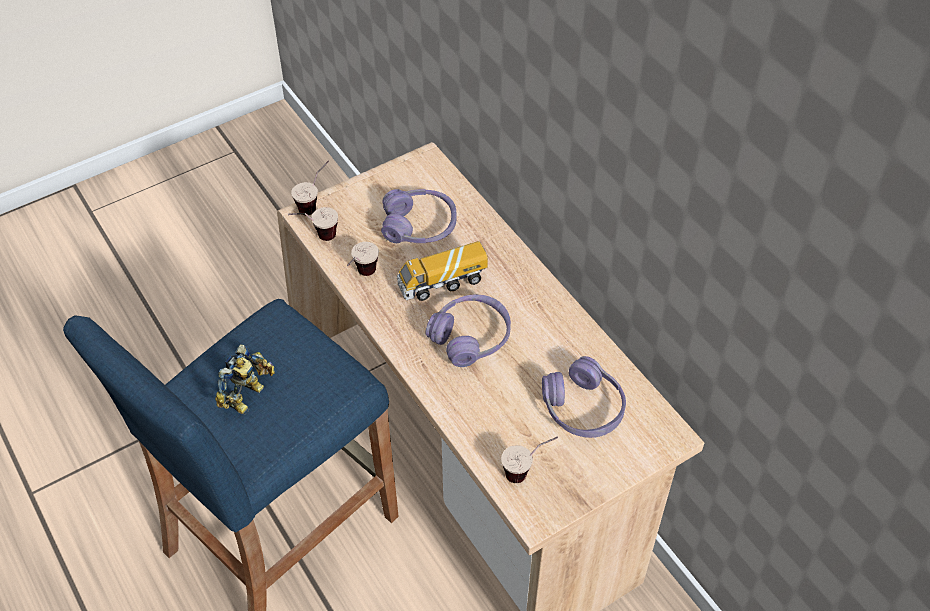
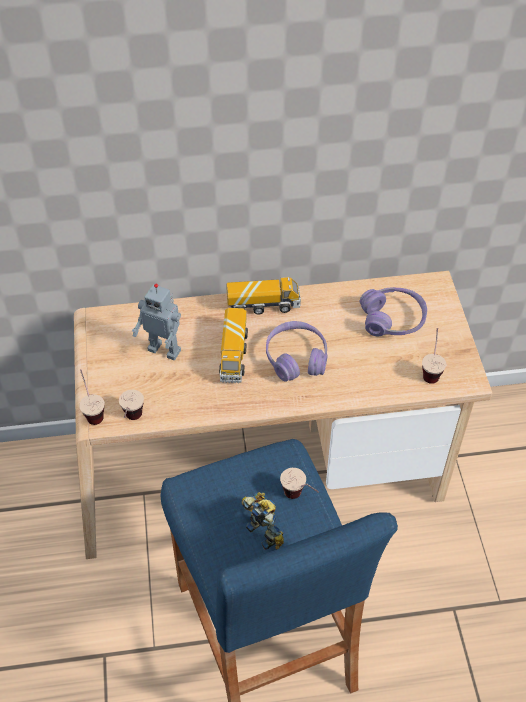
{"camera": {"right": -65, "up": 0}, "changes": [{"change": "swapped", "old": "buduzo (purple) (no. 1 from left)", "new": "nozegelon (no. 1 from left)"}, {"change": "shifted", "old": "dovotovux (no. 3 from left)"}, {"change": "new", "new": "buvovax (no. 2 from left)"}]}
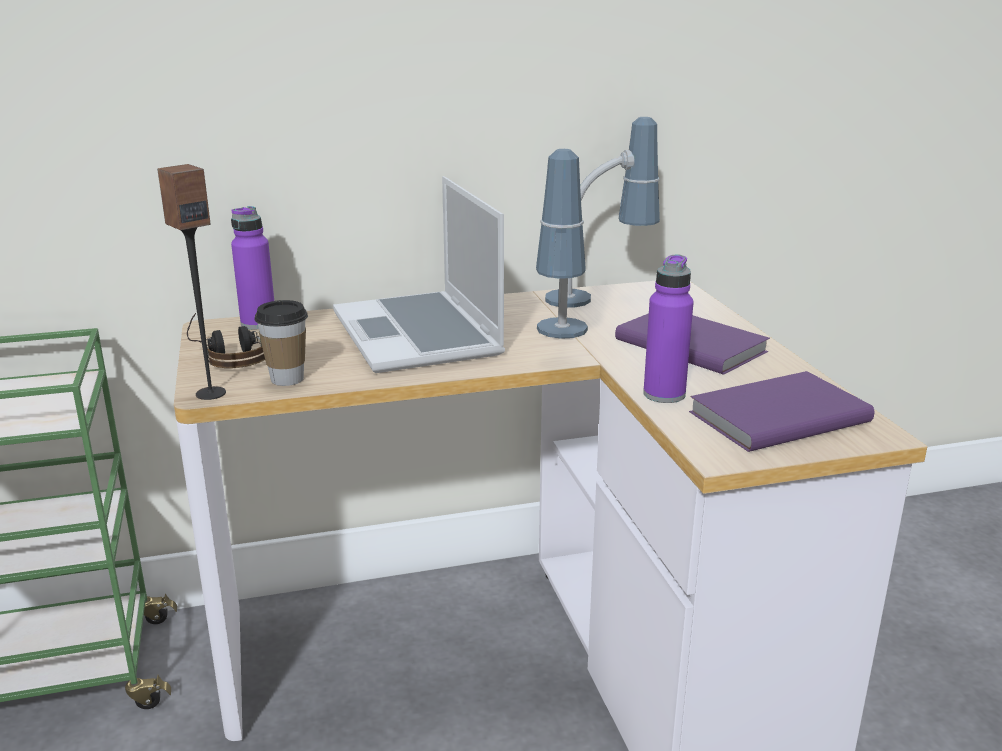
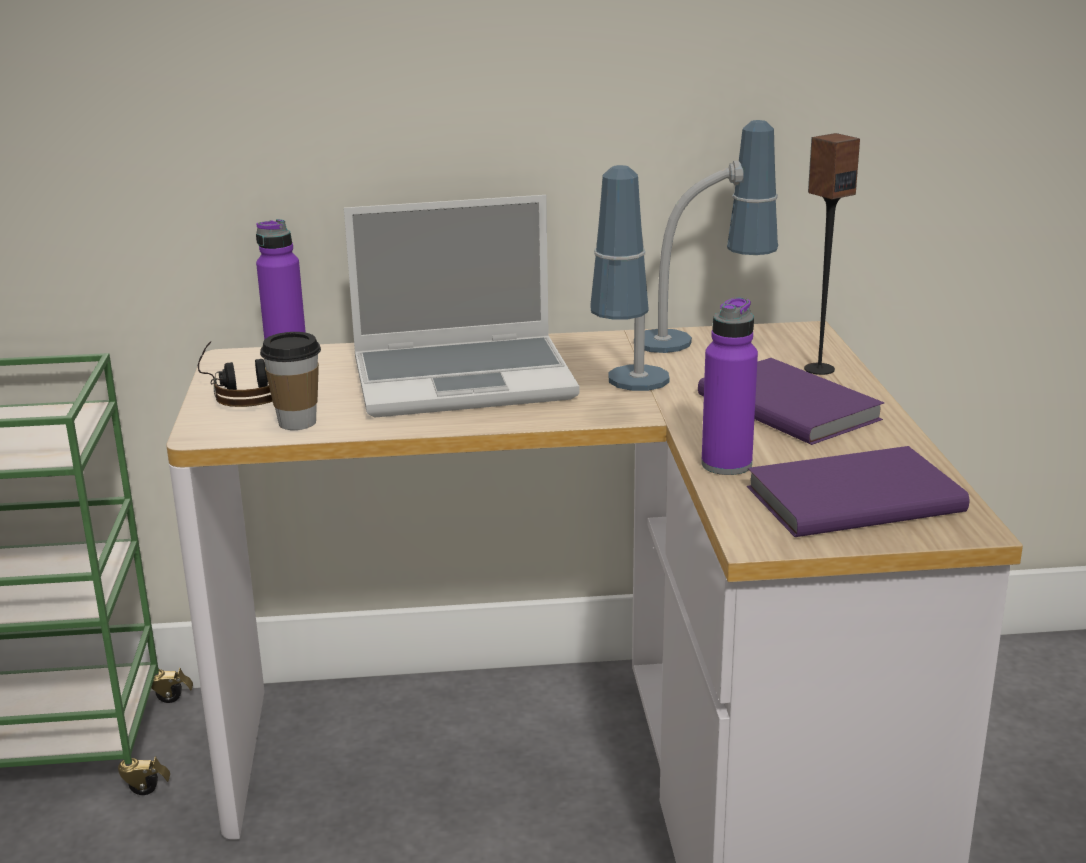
{"camera": {"right": 10, "up": 0}, "changes": [{"change": "shifted", "old": "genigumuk"}, {"change": "rotated", "old": "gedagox", "degrees": -90}]}
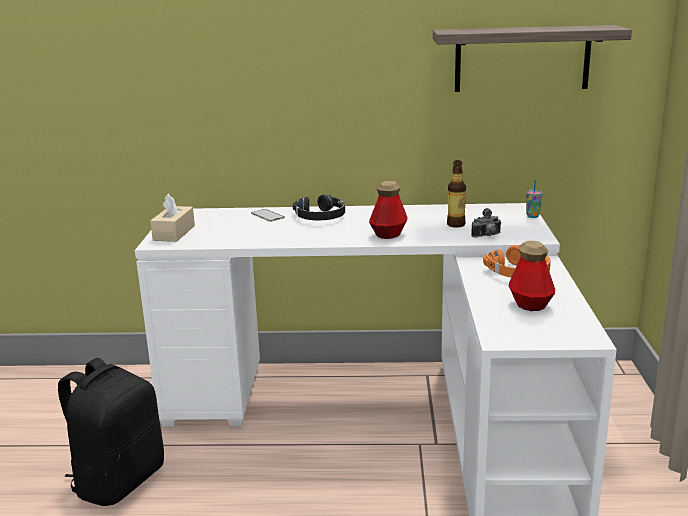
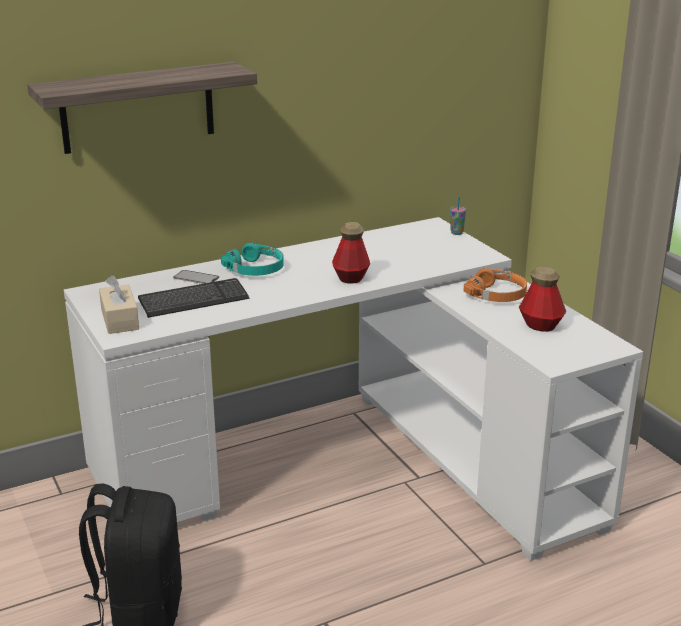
{"camera": {"right": -30, "up": 5}, "changes": [{"change": "shifted", "old": "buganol"}, {"change": "gone", "old": "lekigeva (no. 2 from left)"}, {"change": "repainted", "old": "buduzo (black)", "new": "buduzo (turquoise)"}, {"change": "gone", "old": "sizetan"}, {"change": "new", "new": "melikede"}]}
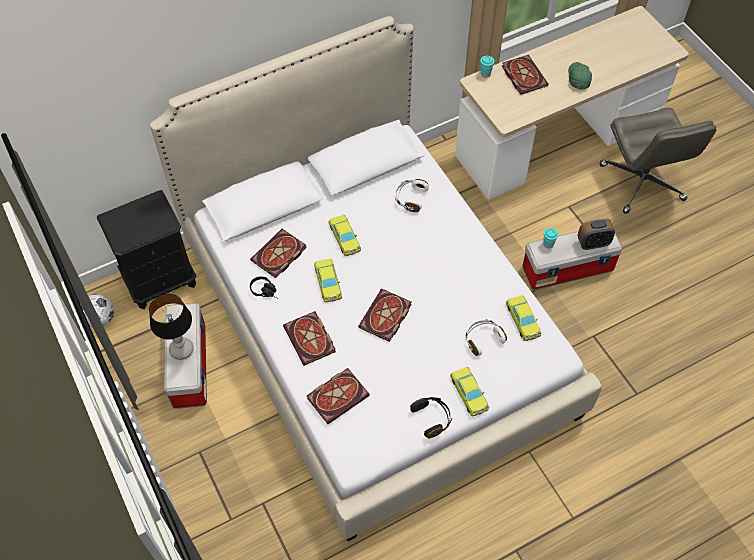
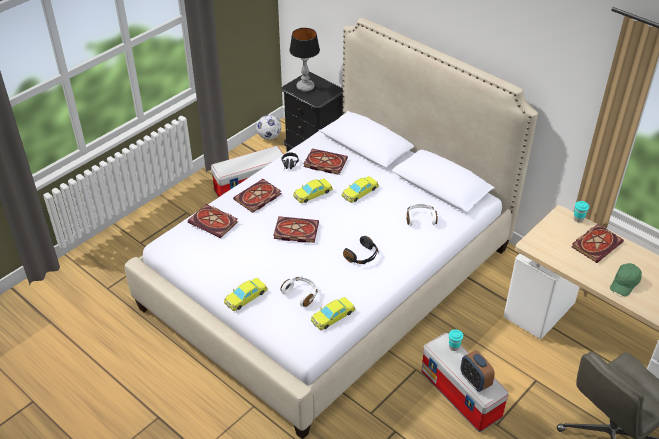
{"camera": {"right": 70, "up": -15}, "changes": [{"change": "rotated", "old": "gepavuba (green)", "degrees": 150}, {"change": "shifted", "old": "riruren"}, {"change": "shifted", "old": "buduzo (black) (no. 2 from left)"}]}
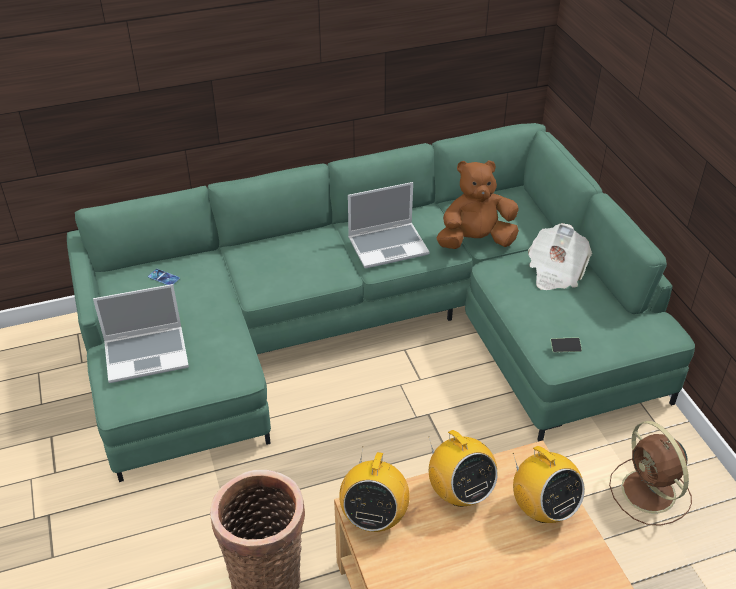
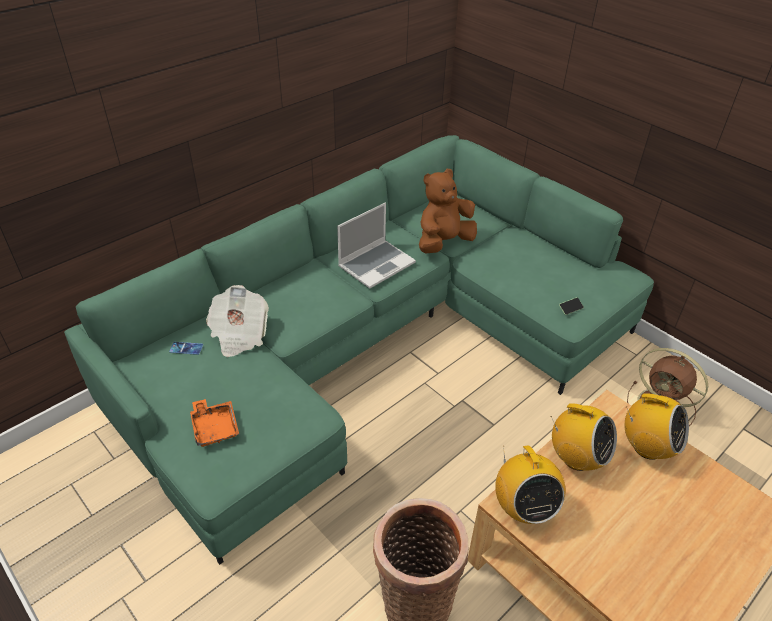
{"camera": {"right": -25, "up": 0}, "changes": [{"change": "shifted", "old": "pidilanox"}, {"change": "swapped", "old": "gedagox (no. 1 from left)", "new": "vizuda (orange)"}]}
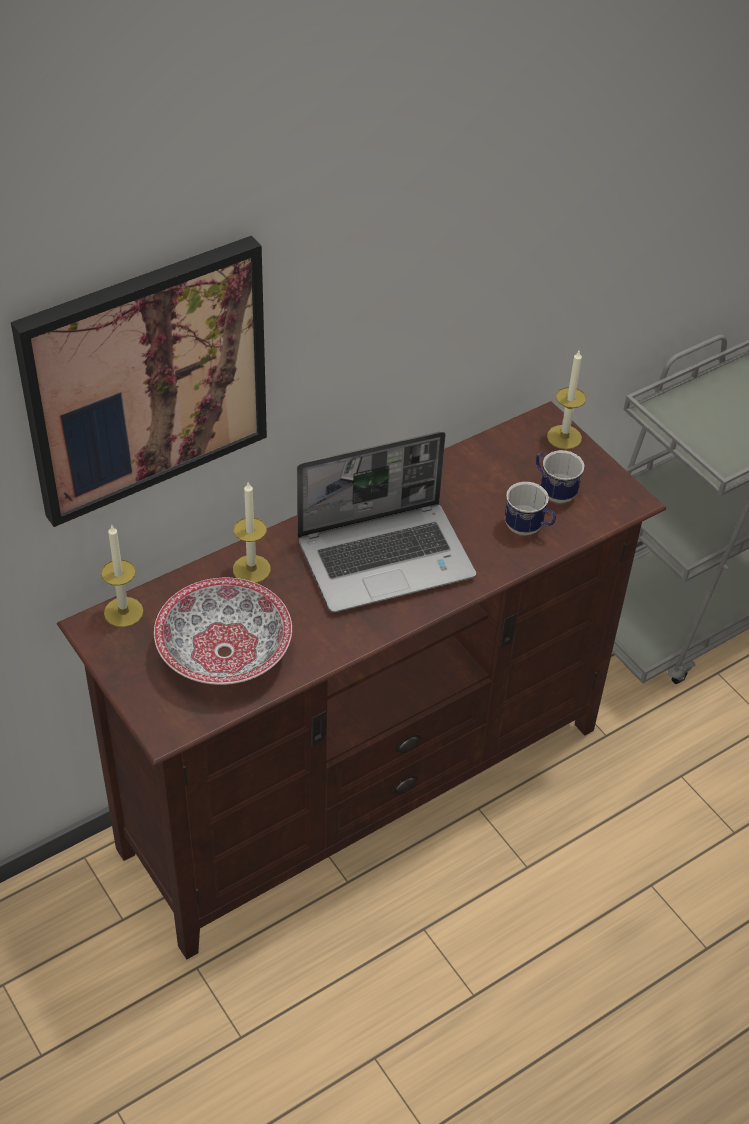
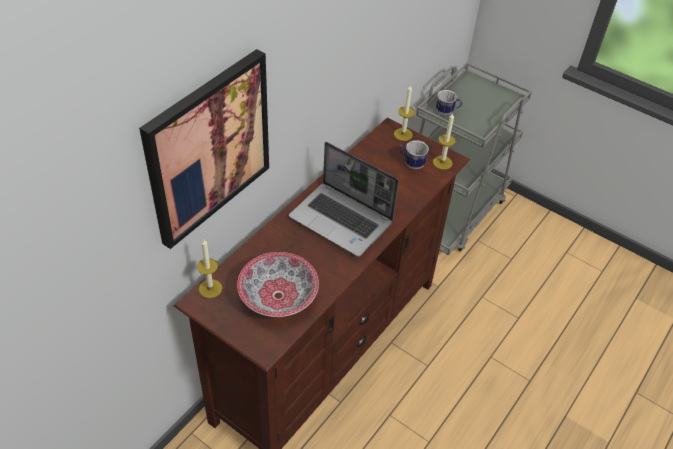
{"camera": {"right": -20, "up": 0}, "changes": [{"change": "rotated", "old": "gedagox", "degrees": 75}, {"change": "shifted", "old": "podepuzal (no. 2 from left in the first image)", "new": "podepuzal (no. 3 from left)"}, {"change": "shifted", "old": "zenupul (no. 1 from left in the first image)", "new": "zenupul (no. 2 from left)"}]}
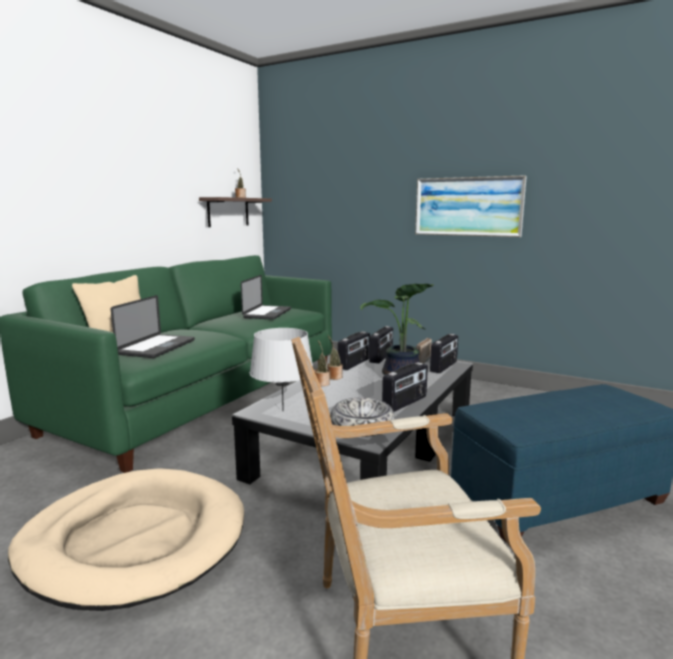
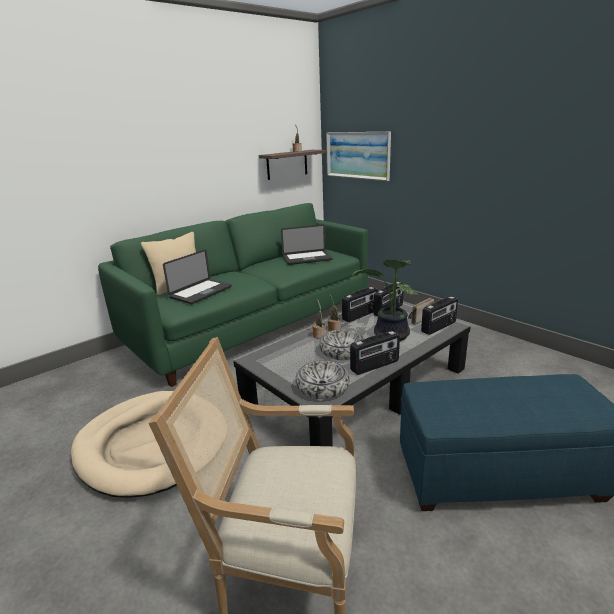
{"camera": {"right": 20, "up": 10}, "changes": [{"change": "shifted", "old": "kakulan"}, {"change": "rotated", "old": "gedagox (no. 2 from left)", "degrees": 45}, {"change": "gone", "old": "riruren (grey)"}, {"change": "new", "new": "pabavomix (no. 2 from left)"}]}
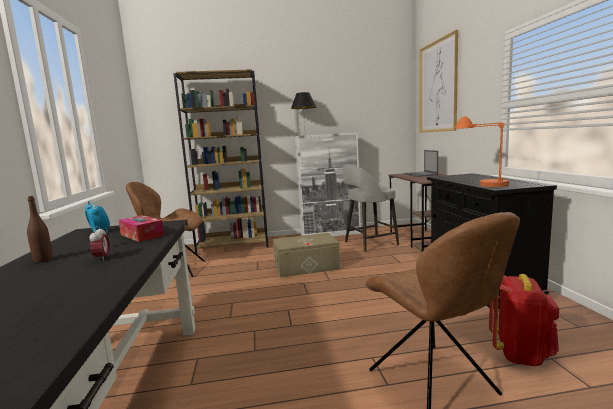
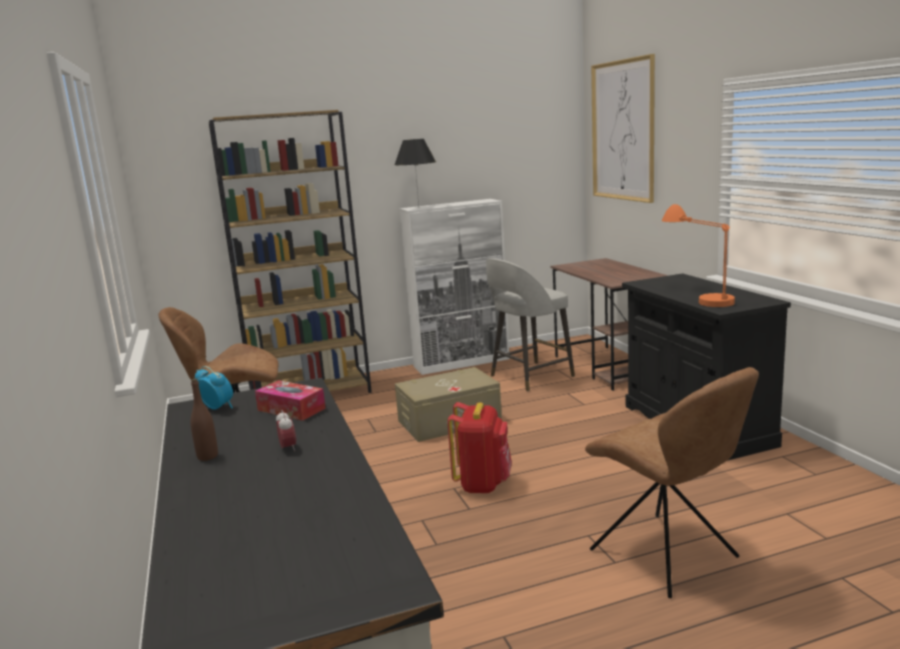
{"camera": {"right": -10, "up": 5}, "changes": [{"change": "gone", "old": "gedagox"}, {"change": "shifted", "old": "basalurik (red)"}]}
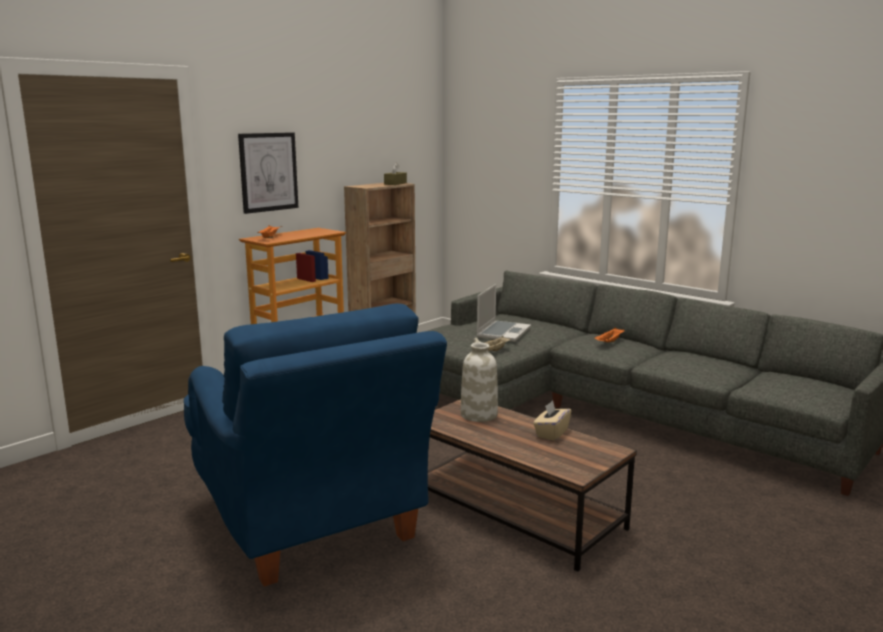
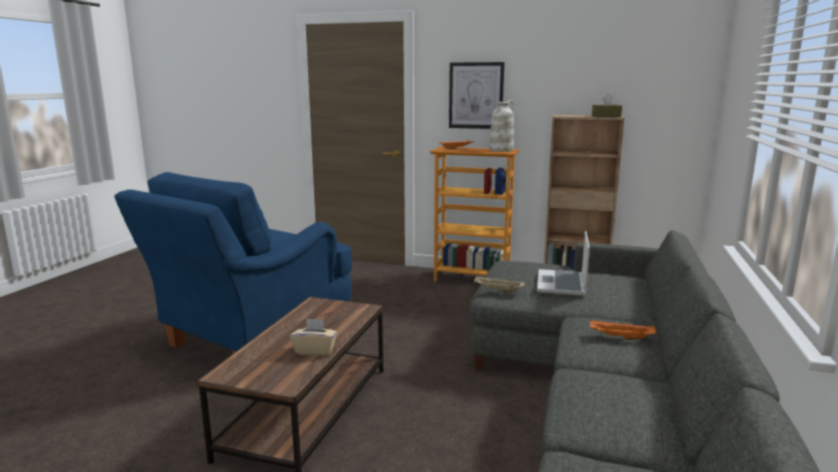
{"camera": {"right": 65, "up": 0}, "changes": [{"change": "rotated", "old": "gedagox", "degrees": 105}, {"change": "shifted", "old": "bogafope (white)"}]}
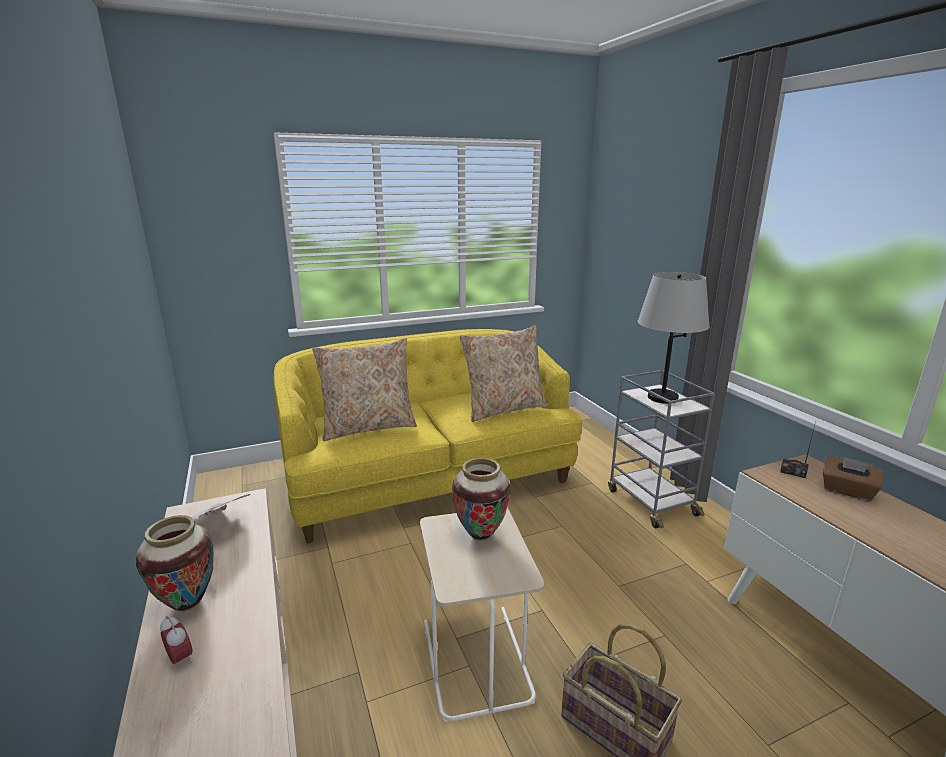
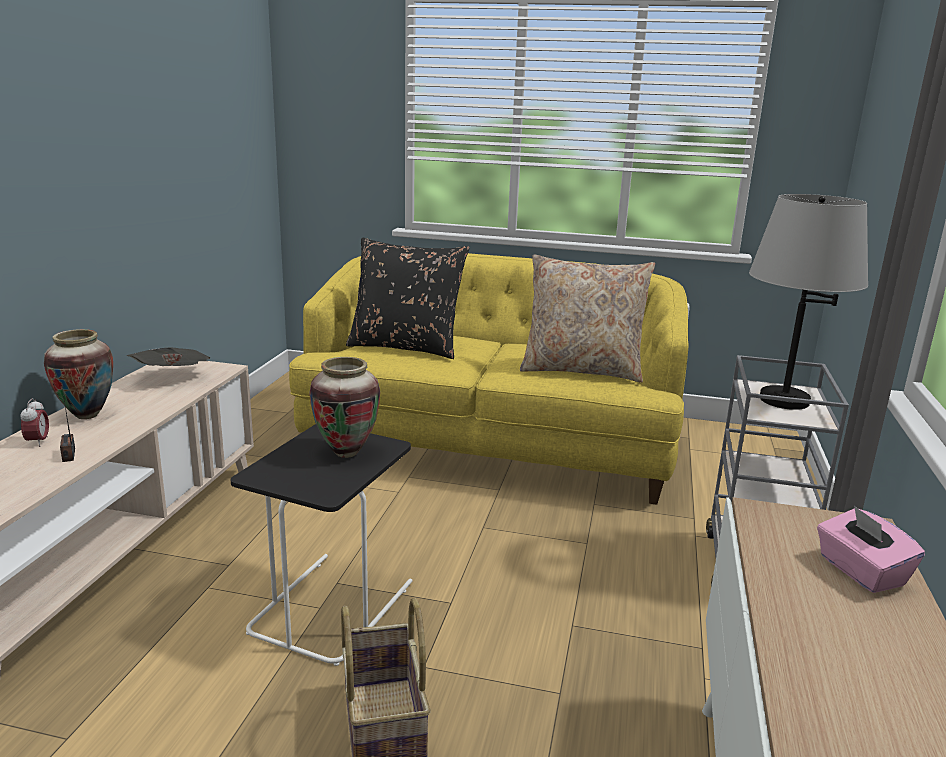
{"camera": {"right": 35, "up": 0}, "changes": [{"change": "repainted", "old": "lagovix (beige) (no. 1 from left)", "new": "lagovix (black)"}, {"change": "shifted", "old": "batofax"}, {"change": "repainted", "old": "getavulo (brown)", "new": "getavulo (pink)"}, {"change": "repainted", "old": "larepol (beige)", "new": "larepol (black)"}]}
